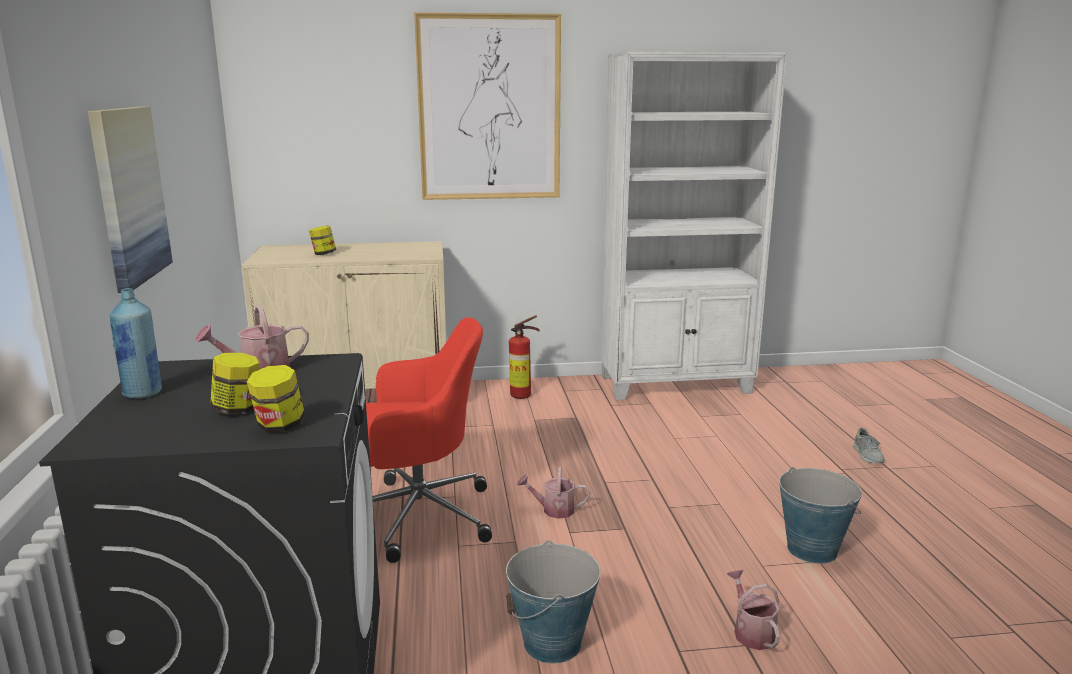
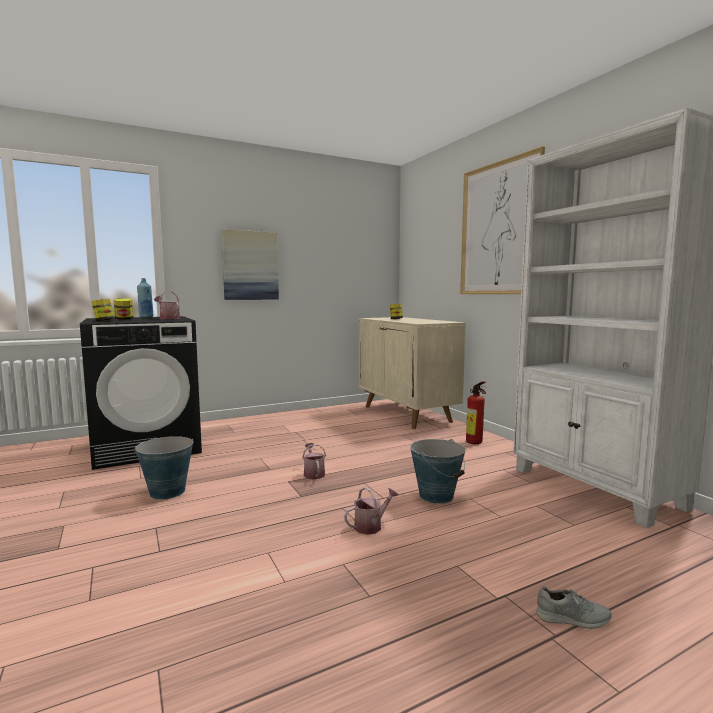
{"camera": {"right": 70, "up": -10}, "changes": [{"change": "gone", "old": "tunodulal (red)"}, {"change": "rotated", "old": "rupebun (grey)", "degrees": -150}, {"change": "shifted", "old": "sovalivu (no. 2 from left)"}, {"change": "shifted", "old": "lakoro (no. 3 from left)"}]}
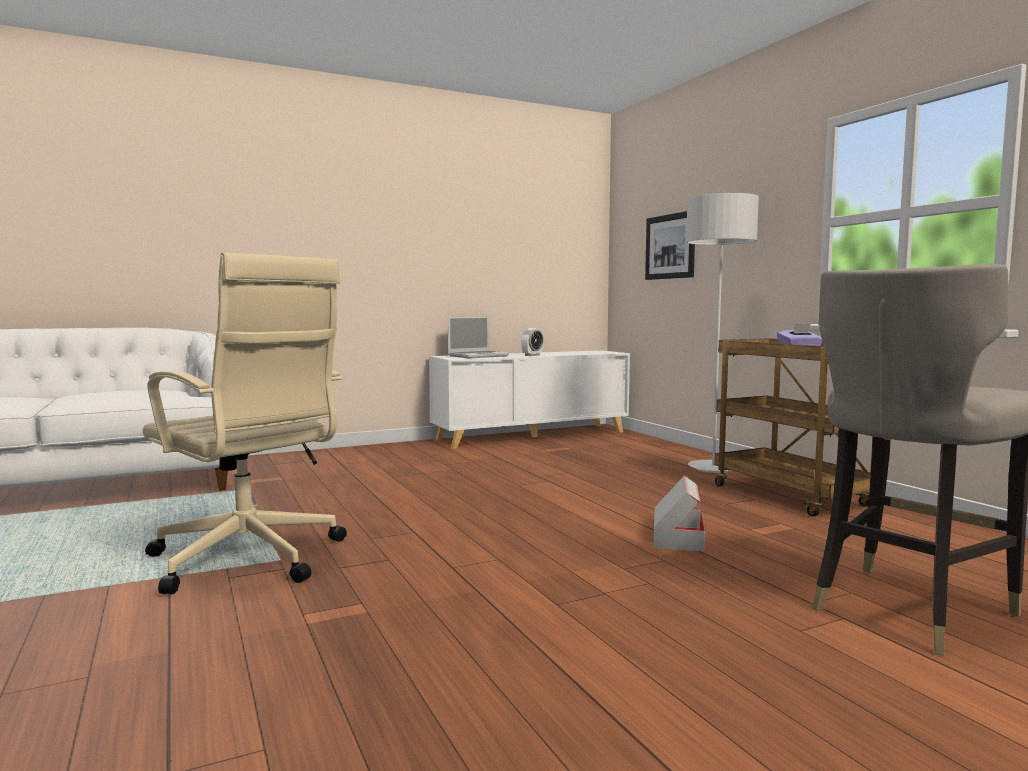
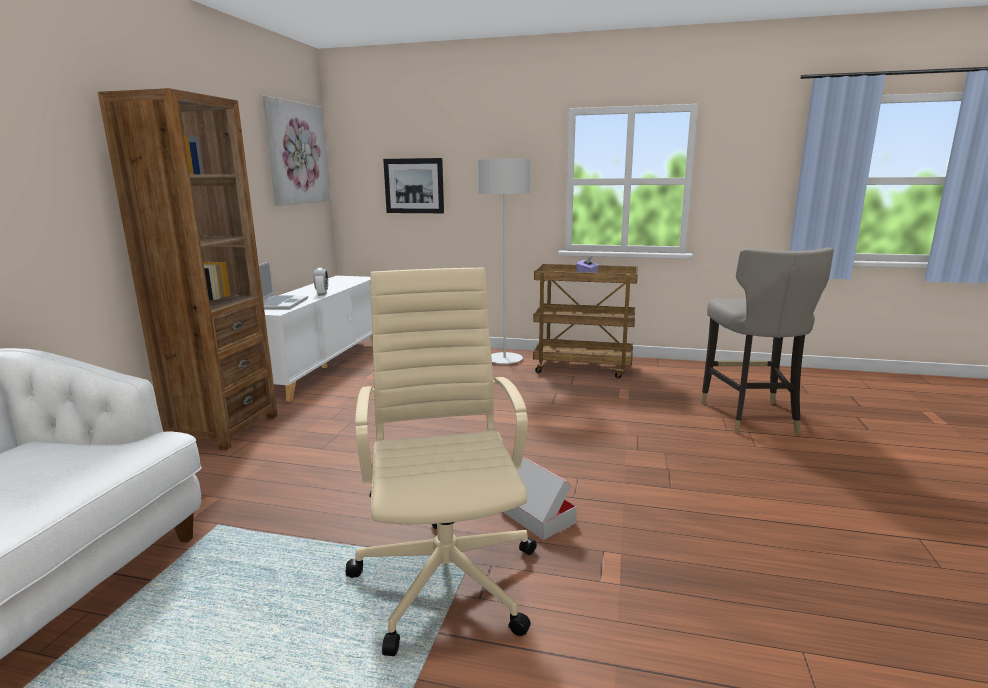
{"camera": {"right": -50, "up": 10}, "changes": [{"change": "rotated", "old": "tunodulal (beige)", "degrees": -90}, {"change": "shifted", "old": "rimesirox"}, {"change": "new", "new": "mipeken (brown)"}, {"change": "new", "new": "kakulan (no. 1 from left)"}]}
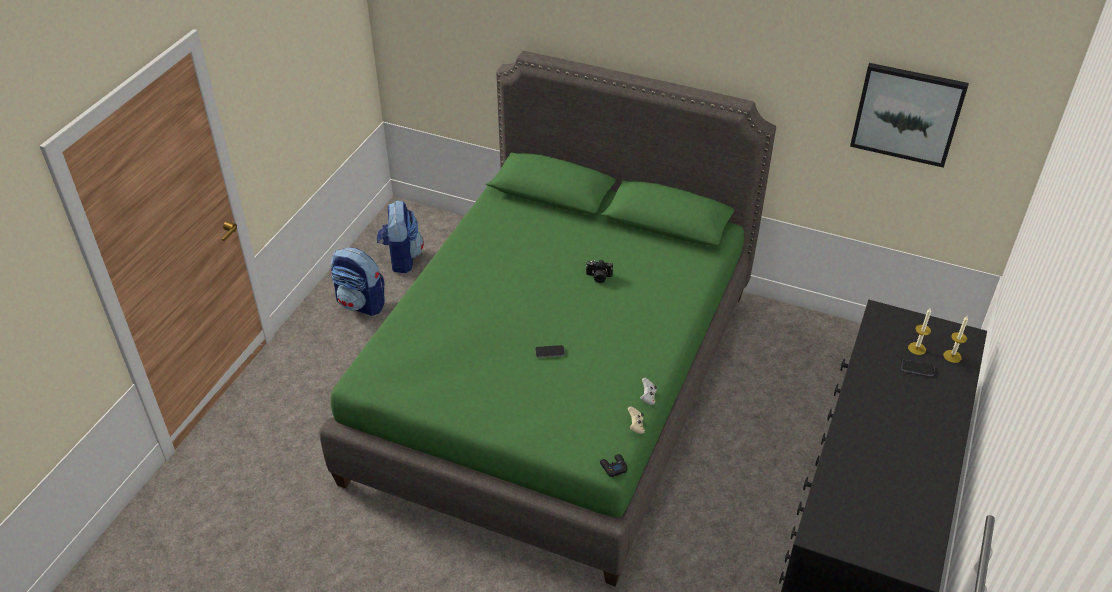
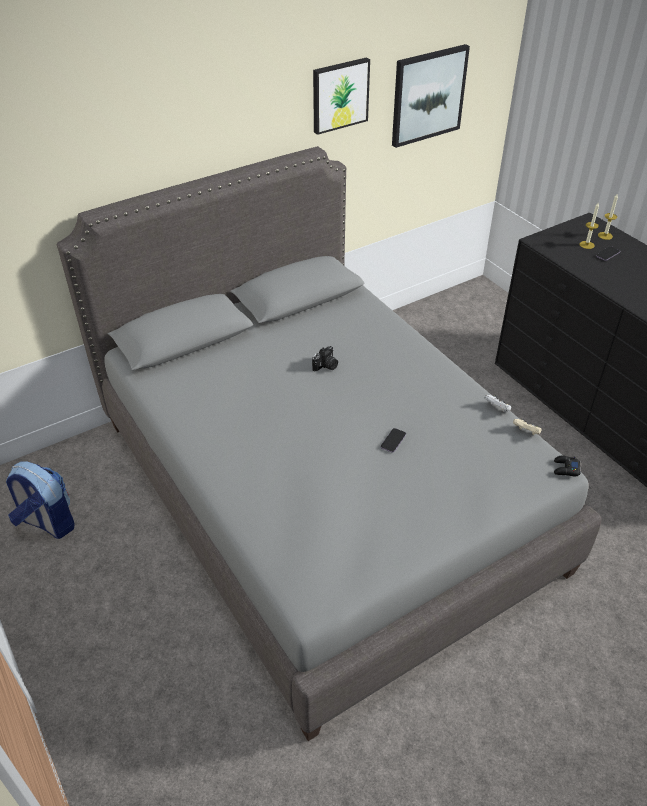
{"camera": {"right": -55, "up": 0}, "changes": [{"change": "repainted", "old": "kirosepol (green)", "new": "kirosepol (grey)"}, {"change": "gone", "old": "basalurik (no. 1 from left)"}, {"change": "new", "new": "kakulan (no. 1 from left)"}]}
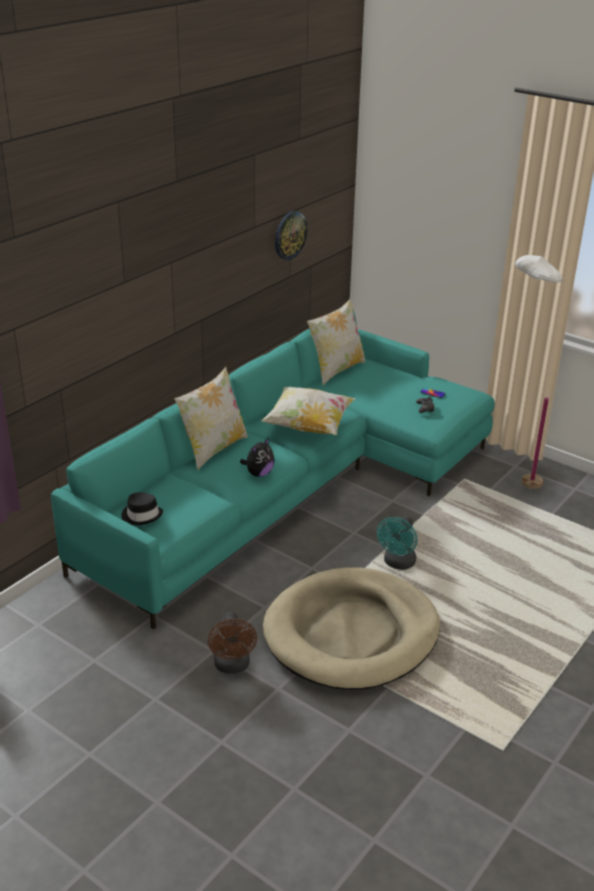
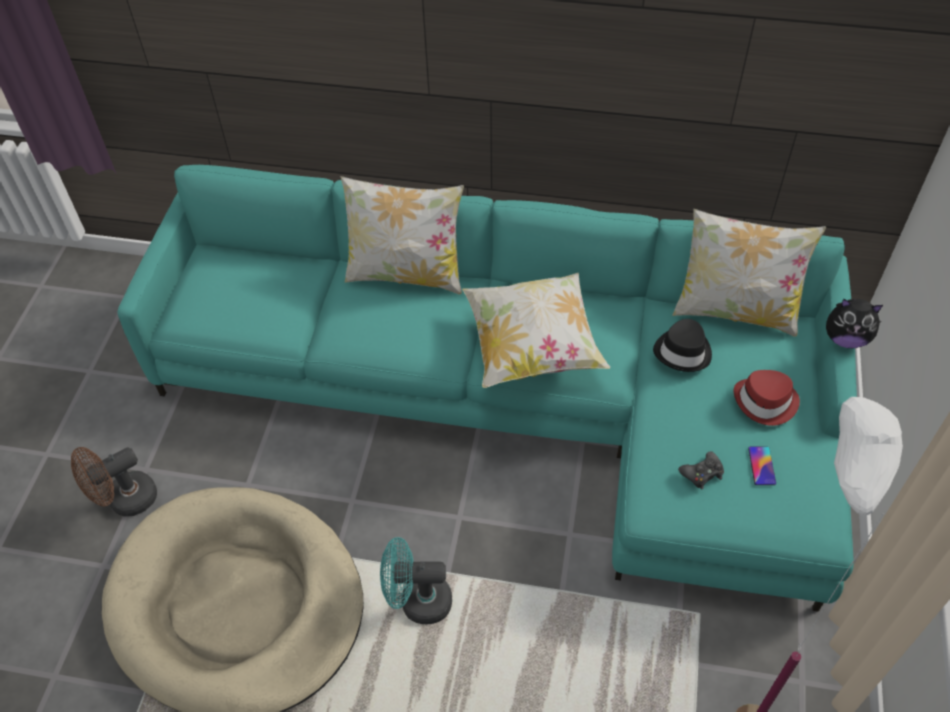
{"camera": {"right": 65, "up": 20}, "changes": [{"change": "gone", "old": "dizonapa"}, {"change": "shifted", "old": "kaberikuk"}, {"change": "shifted", "old": "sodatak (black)"}, {"change": "new", "new": "sodatak (red)"}]}
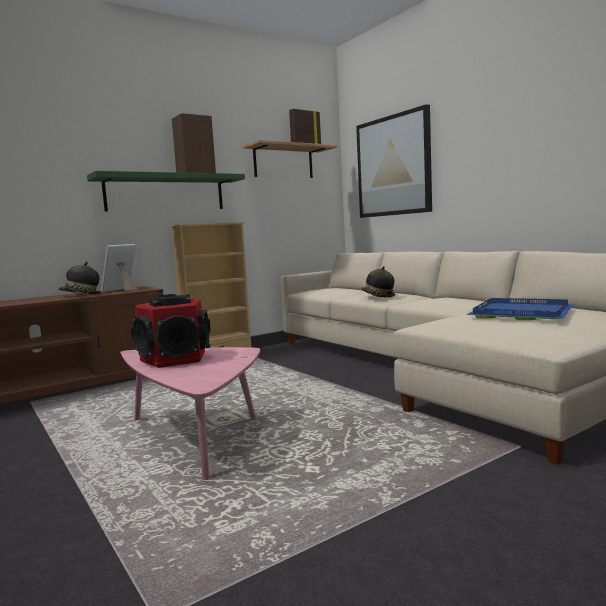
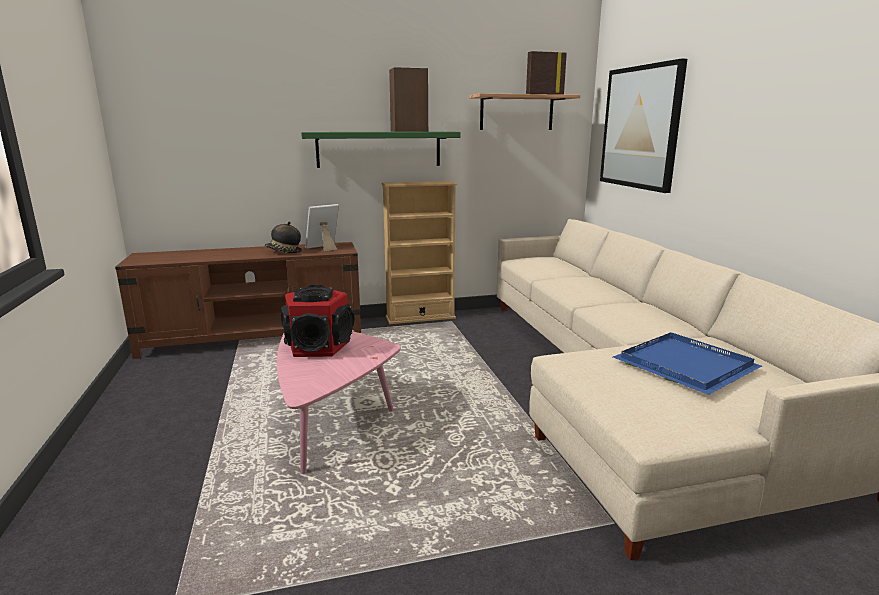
{"camera": {"right": 20, "up": 10}, "changes": [{"change": "gone", "old": "sodatak (no. 2 from left)"}]}
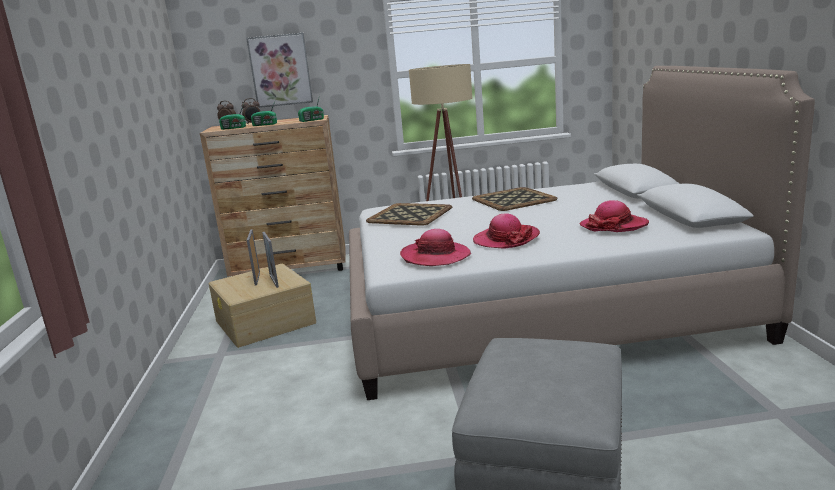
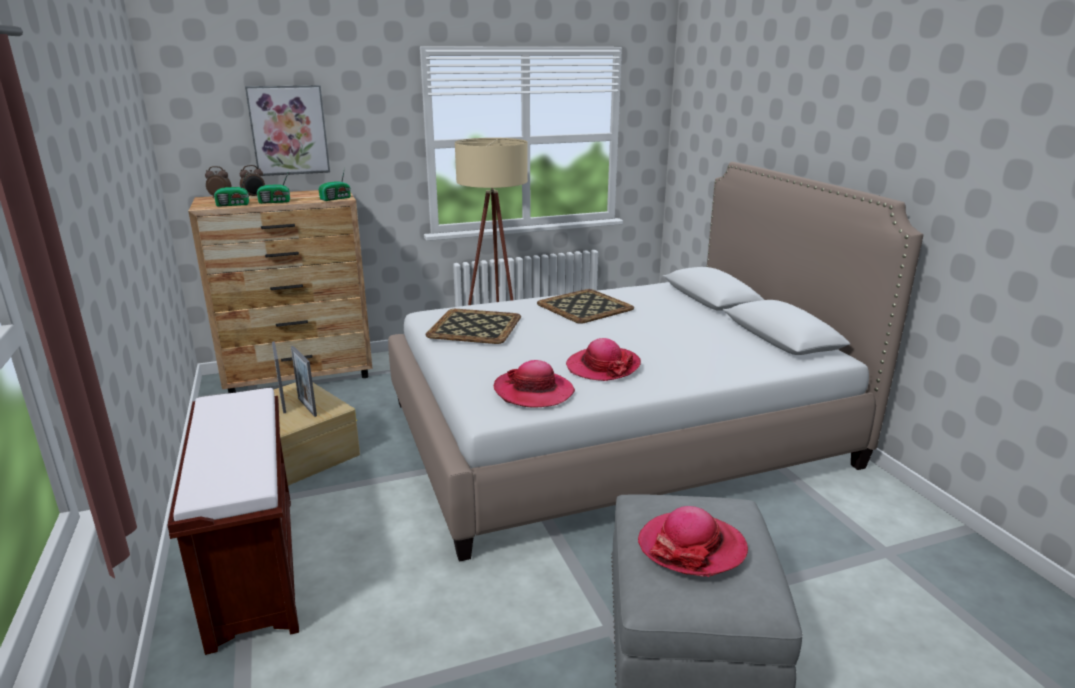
{"camera": {"right": -15, "up": 5}, "changes": [{"change": "shifted", "old": "sodatak (no. 3 from left)"}, {"change": "new", "new": "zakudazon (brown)"}]}
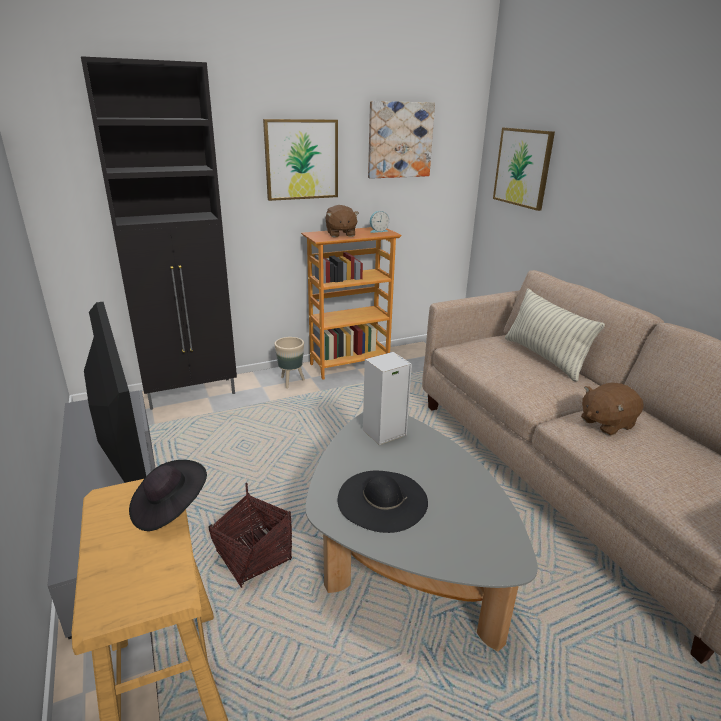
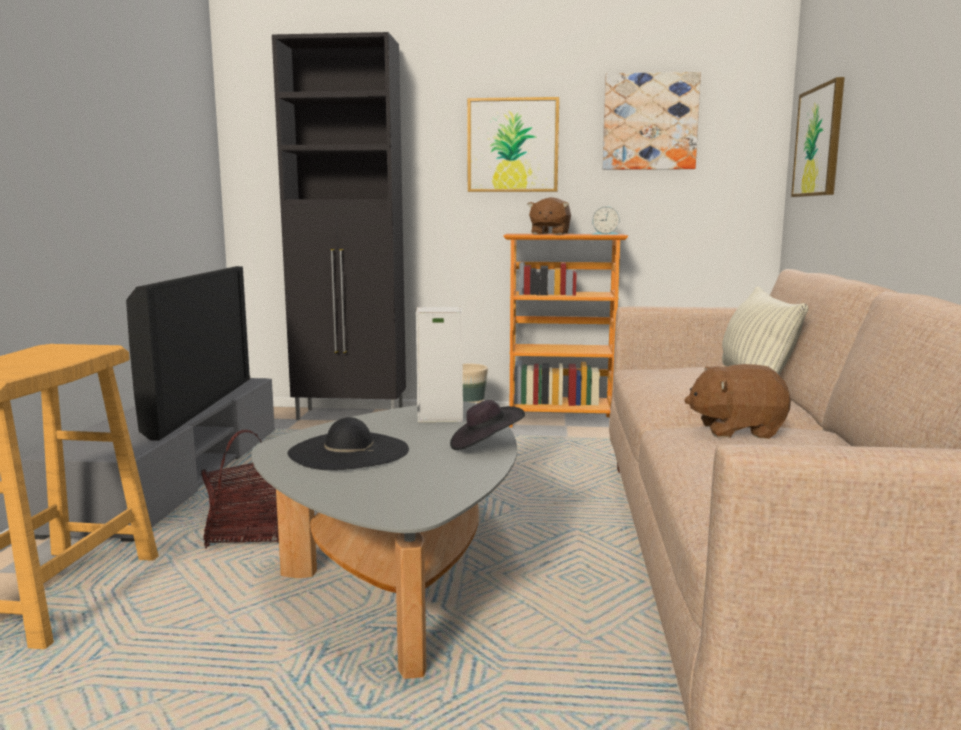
{"camera": {"right": 30, "up": -15}, "changes": [{"change": "shifted", "old": "sodatak (black) (no. 1 from left in the first image)", "new": "sodatak (black) (no. 2 from left)"}]}
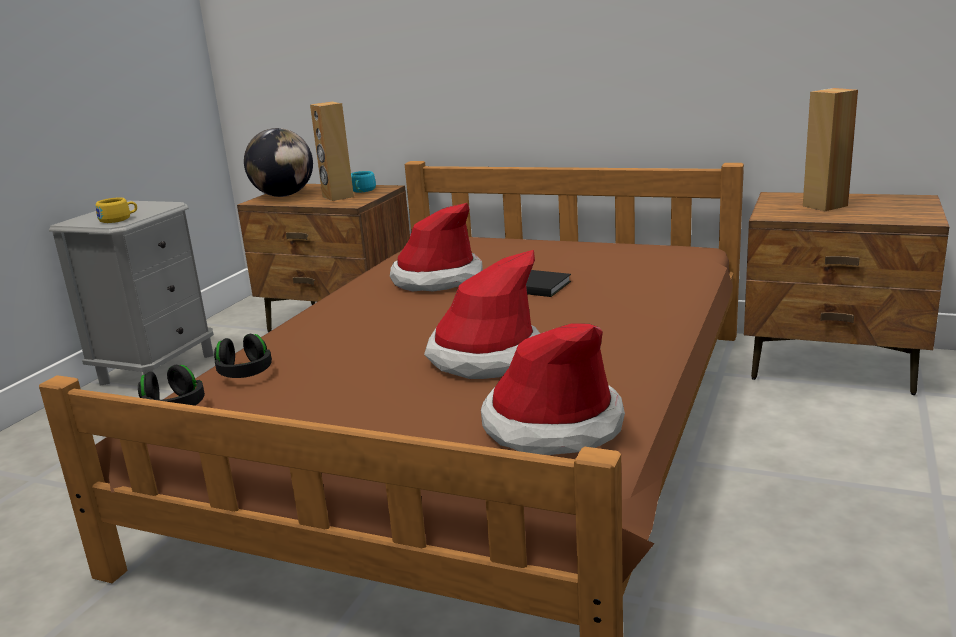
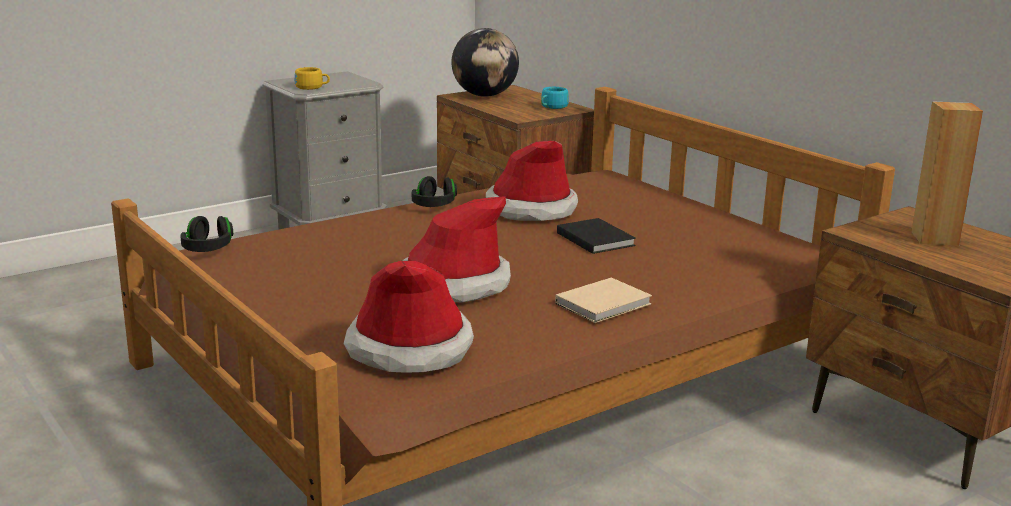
{"camera": {"right": 30, "up": 0}, "changes": [{"change": "gone", "old": "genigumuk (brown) (no. 1 from left)"}, {"change": "shifted", "old": "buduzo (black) (no. 2 from left)"}, {"change": "new", "new": "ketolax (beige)"}]}
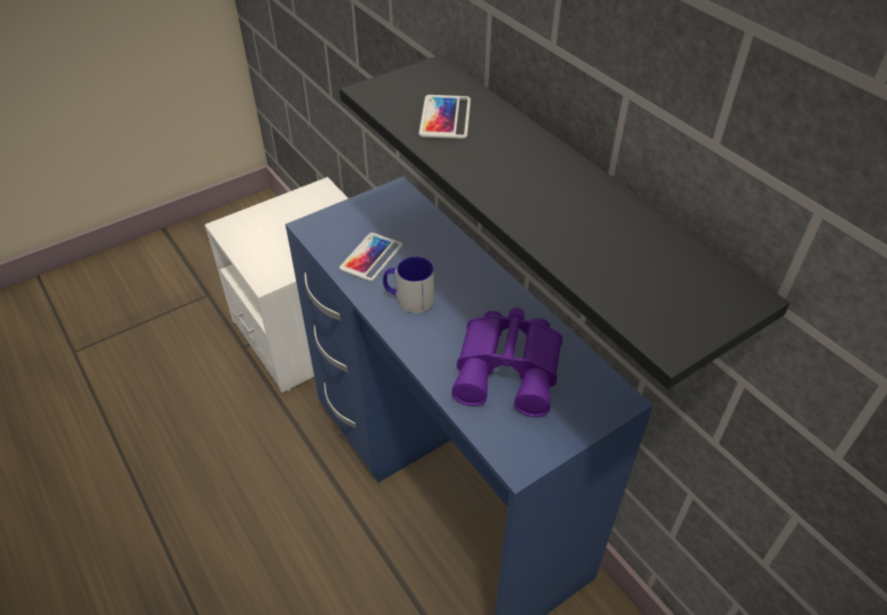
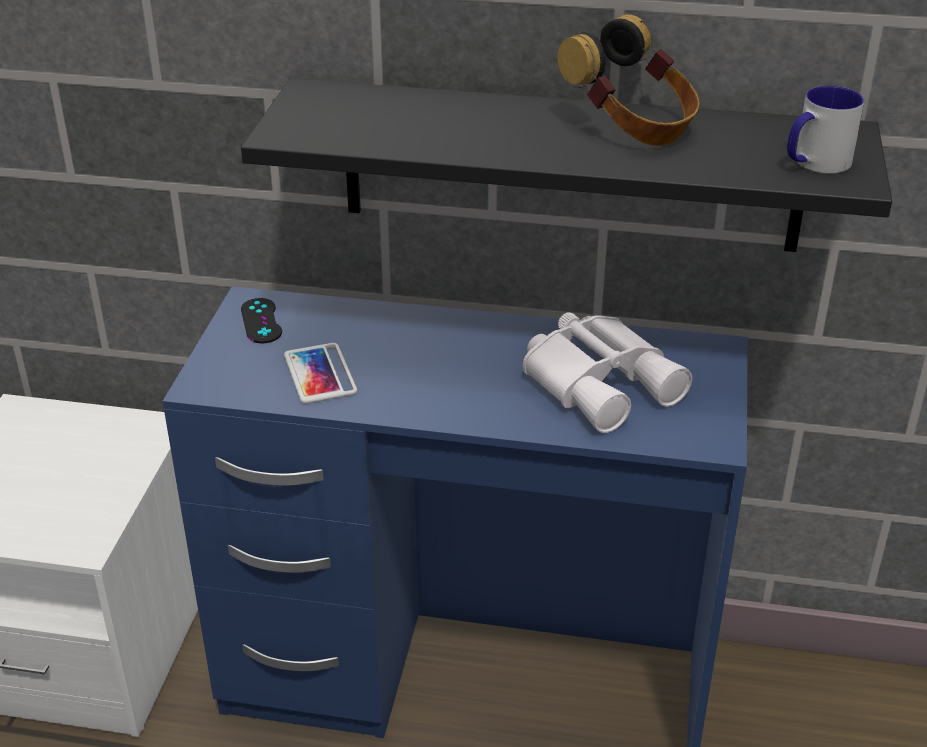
{"camera": {"right": -45, "up": -10}, "changes": [{"change": "gone", "old": "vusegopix (no. 2 from left)"}, {"change": "shifted", "old": "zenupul"}, {"change": "repainted", "old": "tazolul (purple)", "new": "tazolul (white)"}, {"change": "new", "new": "buduzo"}, {"change": "new", "new": "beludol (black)"}]}
